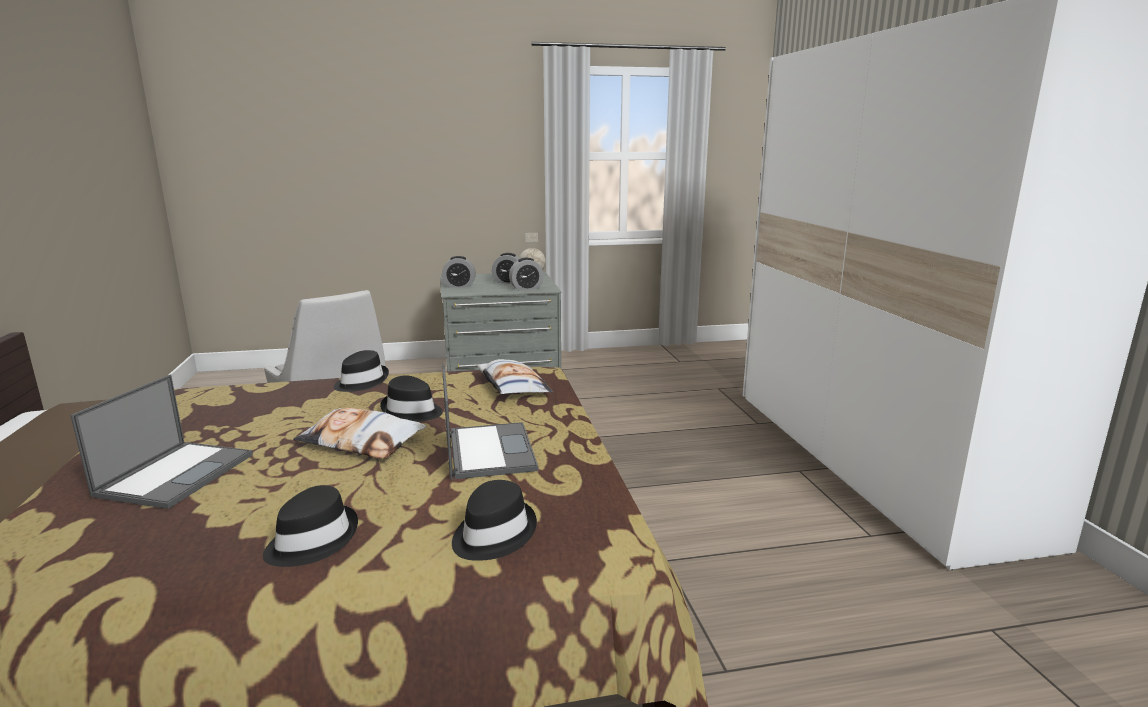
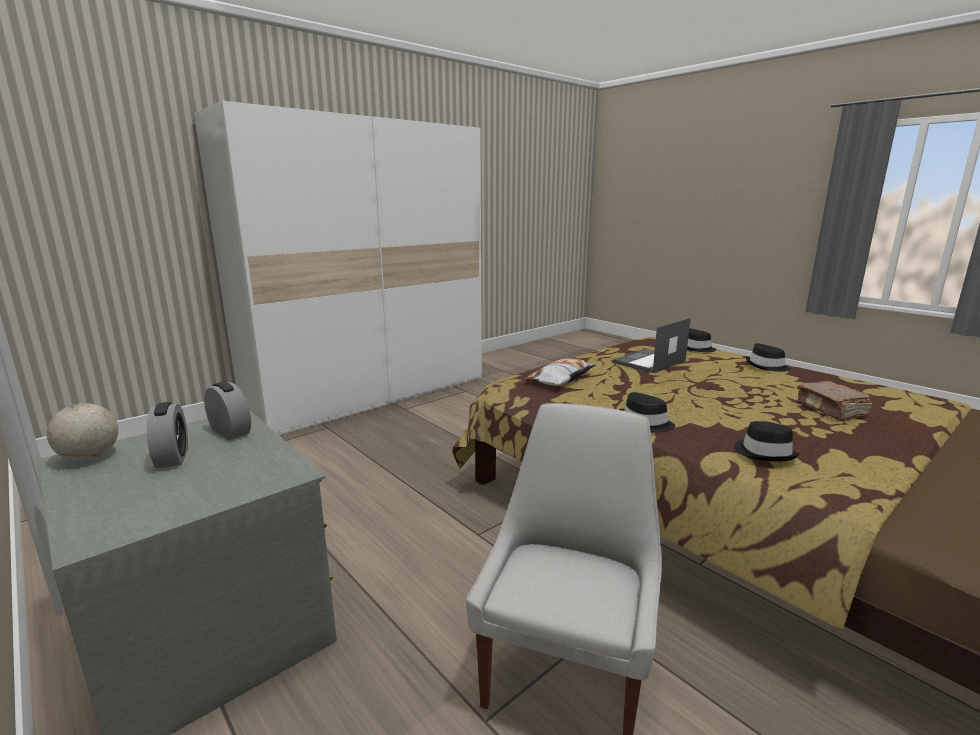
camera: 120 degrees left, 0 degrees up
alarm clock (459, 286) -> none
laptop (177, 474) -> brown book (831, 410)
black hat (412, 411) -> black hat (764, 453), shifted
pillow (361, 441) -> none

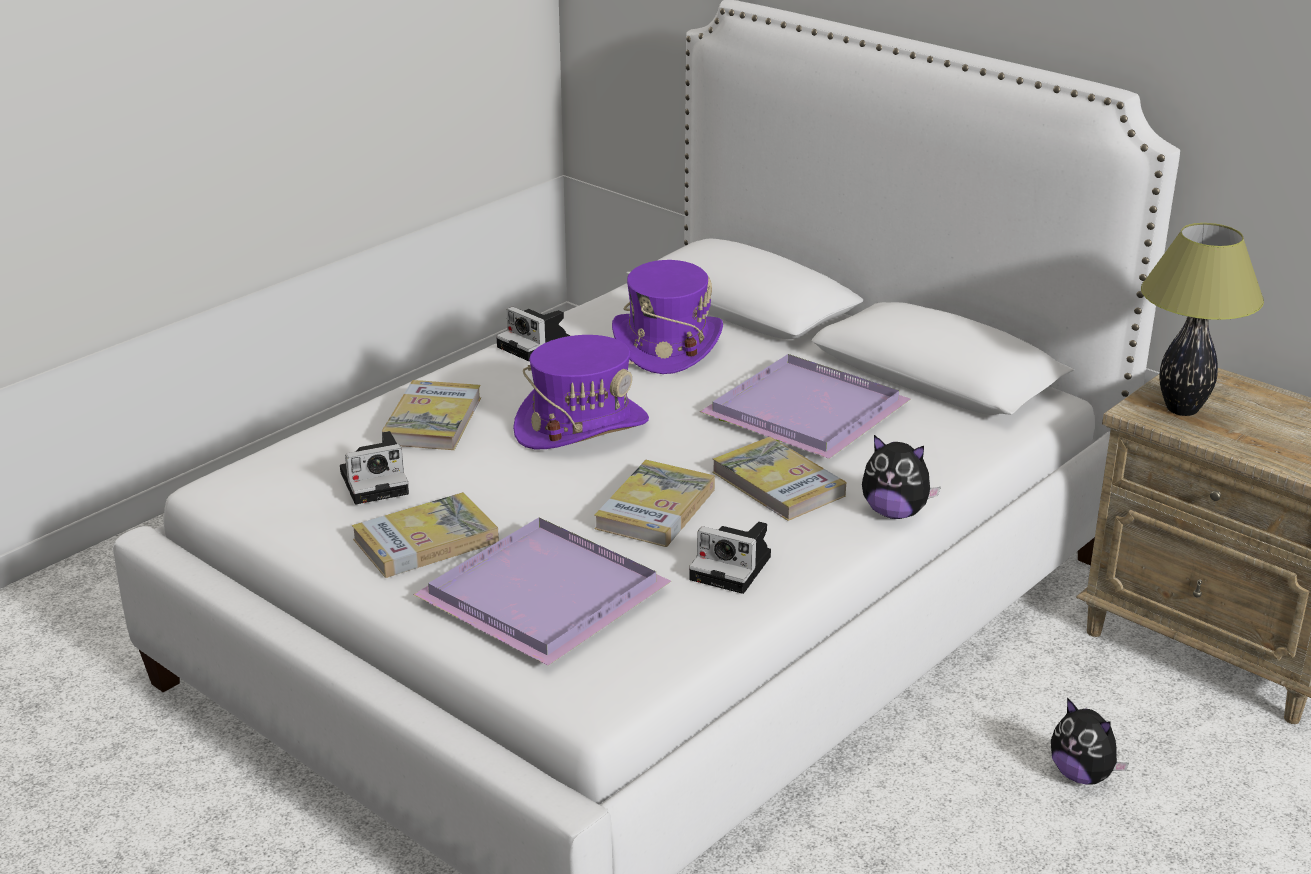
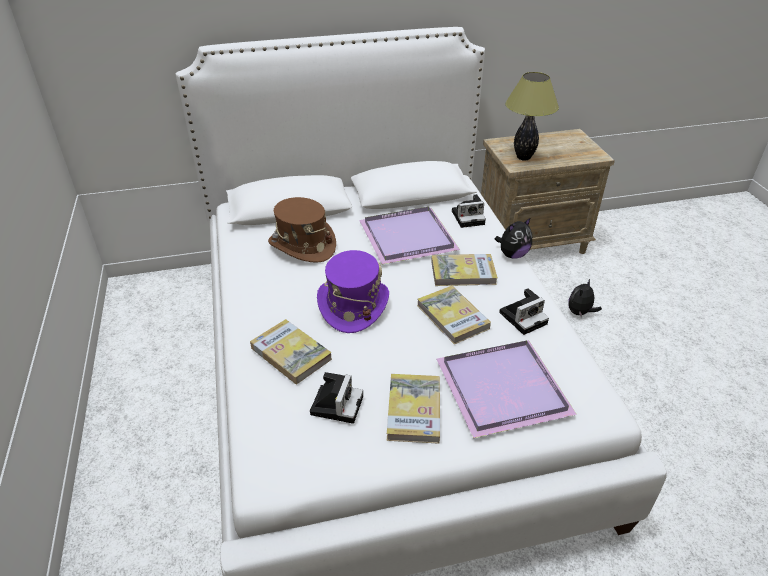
camera: 55 degrees left, 10 degrees up
purple hat (666, 345) -> brown hat (302, 246)
photo camera (536, 345) -> photo camera (469, 217), shifted
plush toy (1082, 775) -> plush toy (580, 313), 135 degrees clockwise

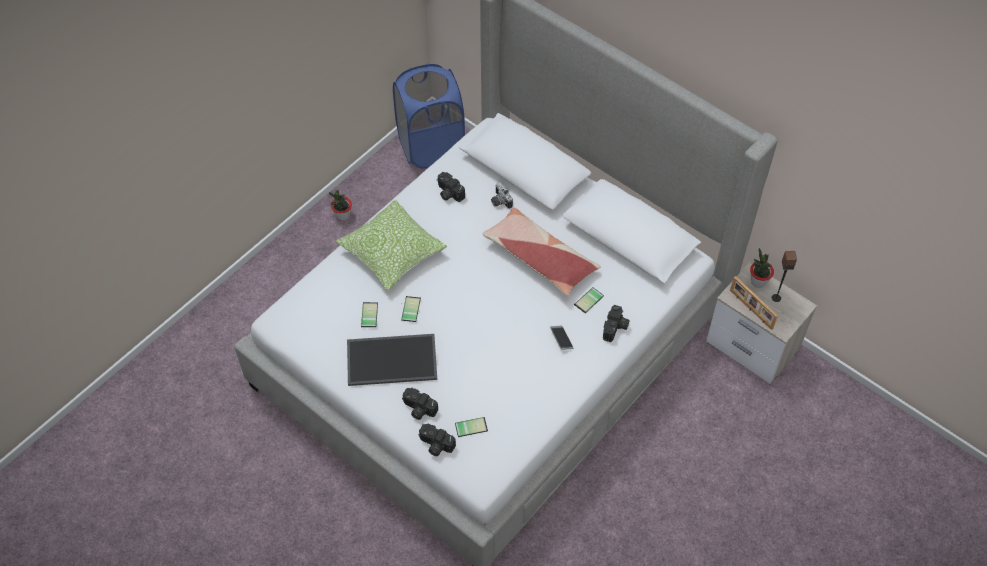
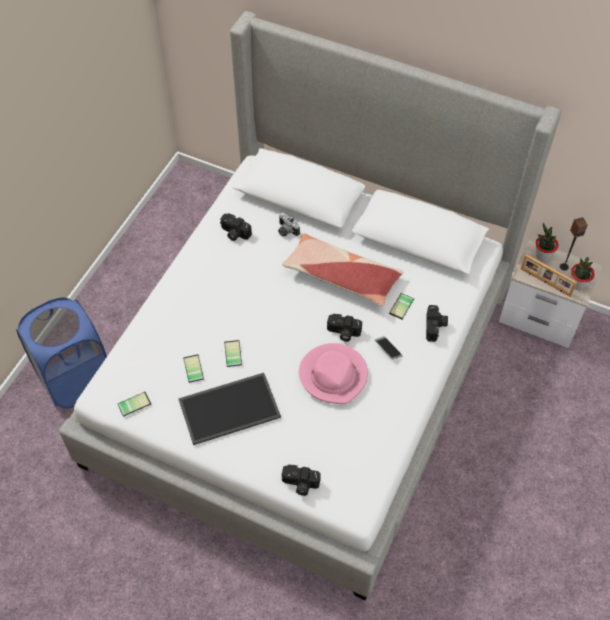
camera: 15 degrees left, 0 degrees up
blue laundry basket (431, 147) -> blue laundry basket (76, 379), shifted
potted plant (343, 215) -> potted plant (578, 284), shifted
pillow (392, 252) -> none
photo camera (418, 409) -> photo camera (343, 333), shifted
phone (471, 425) -> phone (133, 402), shifted
none -> pink hat (334, 375)

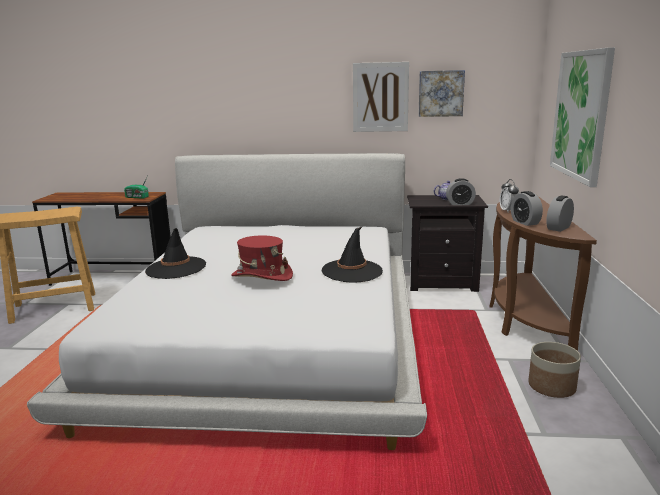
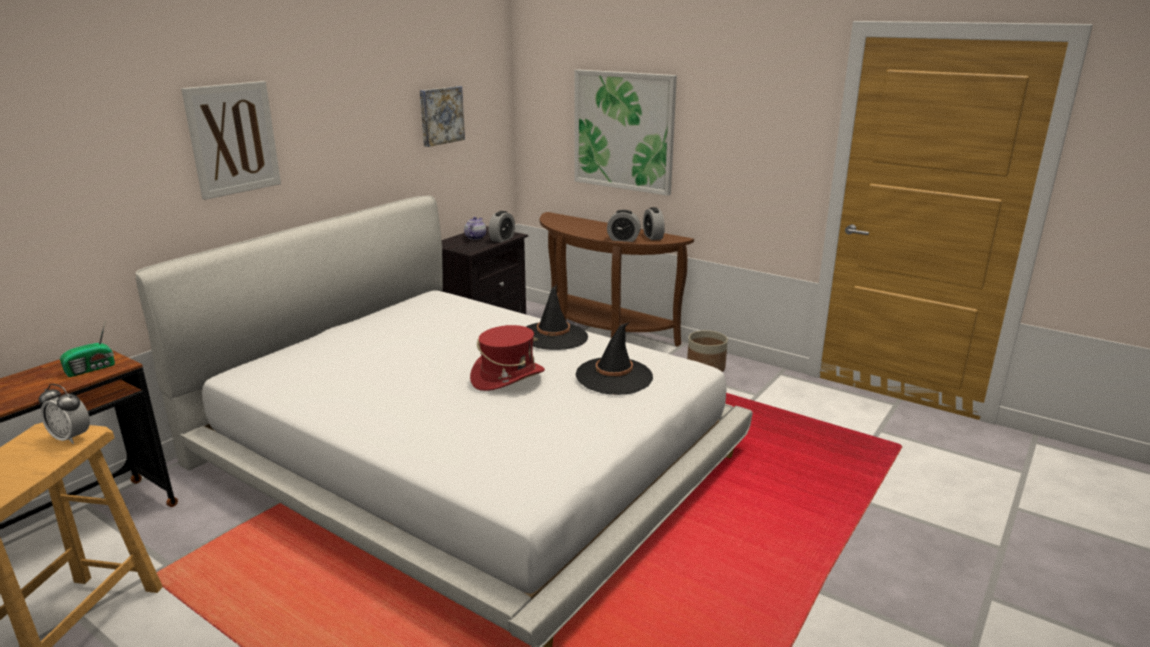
camera: 60 degrees left, 5 degrees up
picture (380, 97) -> picture (233, 139), shifted
alarm clock (508, 211) -> alarm clock (71, 438), shifted
black hat (176, 268) -> black hat (614, 376), shifted

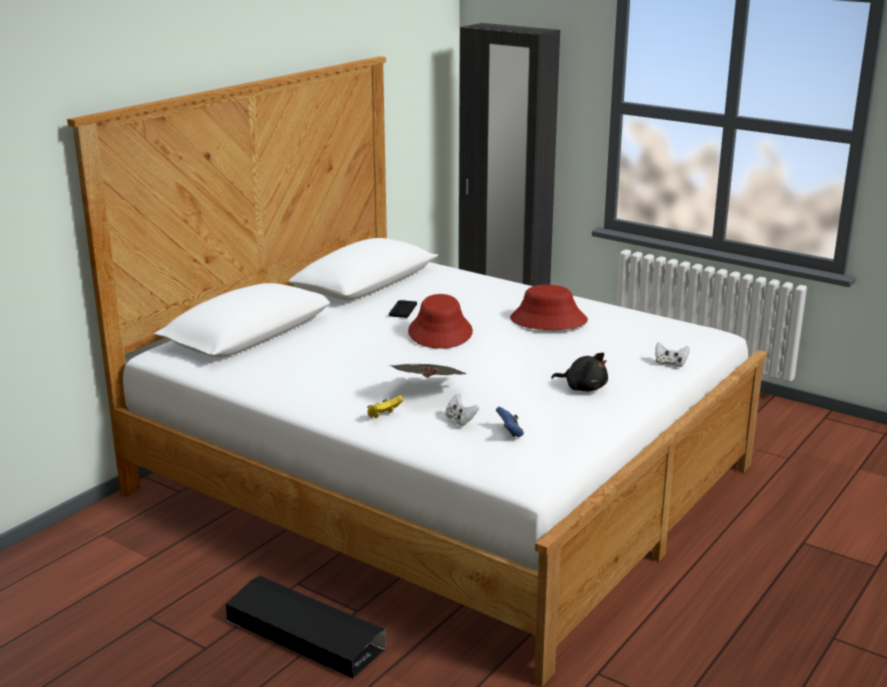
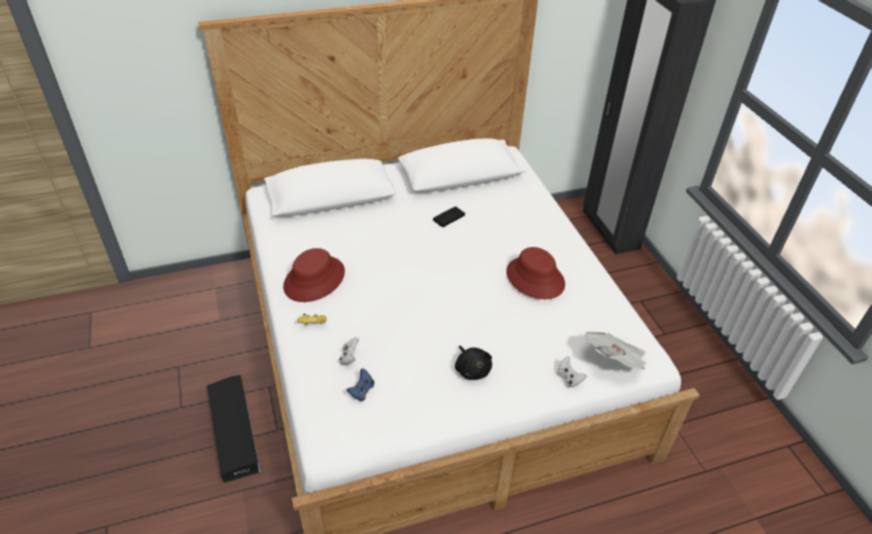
camera: 35 degrees right, 20 degrees up
red hat (440, 332) -> red hat (314, 279), shifted
newspaper (428, 389) -> newspaper (615, 360), shifted

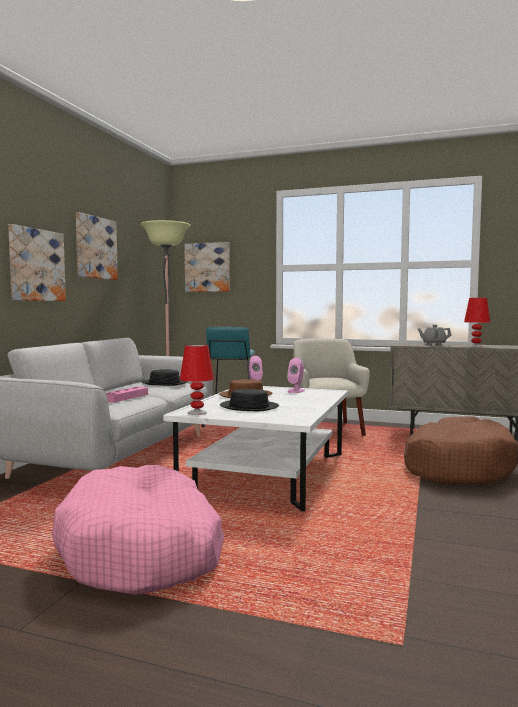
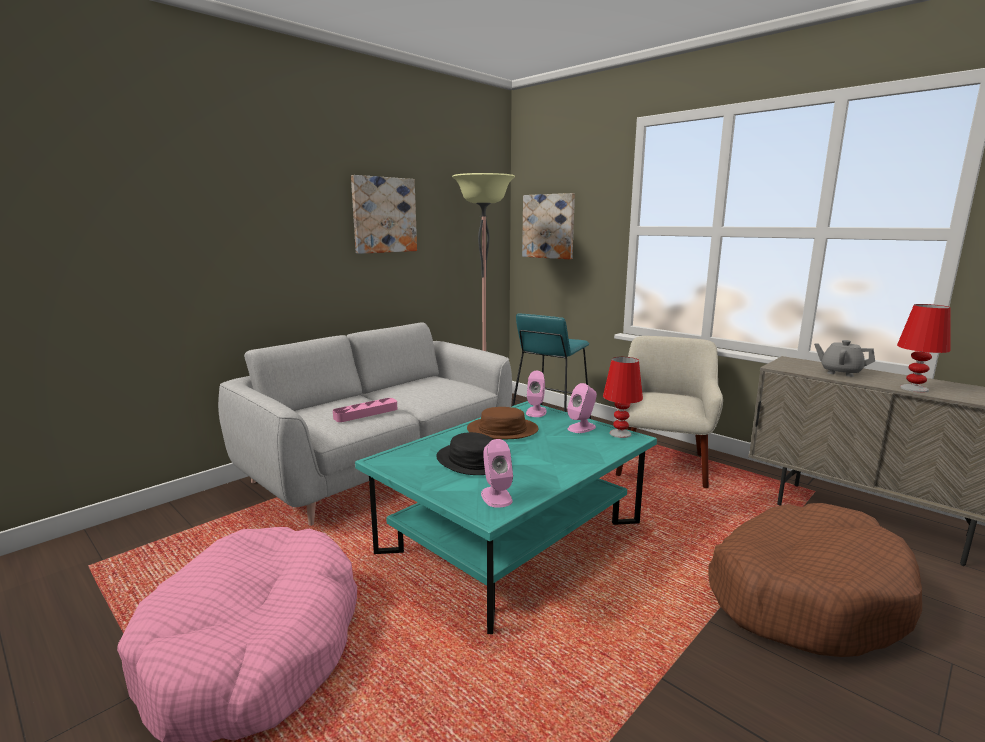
camera: 25 degrees right, 10 degrees up
picture (36, 265) -> none
red table lamp (197, 413) -> red table lamp (620, 434), shifted
black hat (164, 383) -> none
white coffee table (267, 472) -> turquoise coffee table (512, 537)
none -> pink speaker (496, 497)

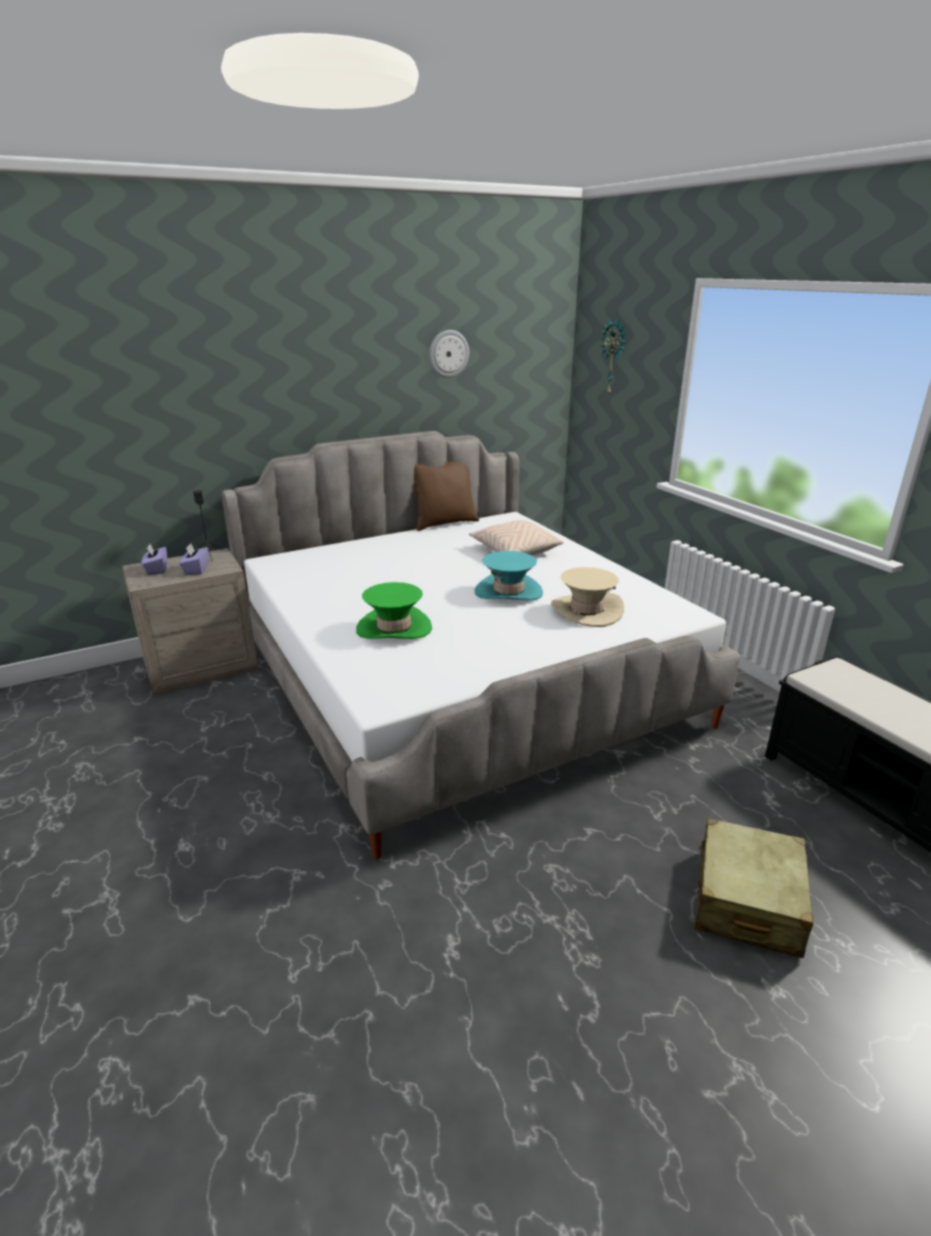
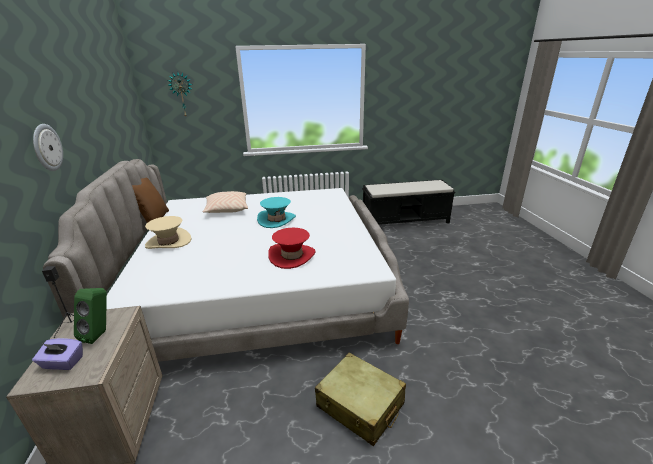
camera: 70 degrees left, 0 degrees up
wall clock (448, 353) -> wall clock (47, 147), shifted
purple tissue box (196, 569) -> green speaker (100, 334)
beige hat (586, 611) -> beige hat (168, 242), shifted
green hat (394, 628) -> red hat (292, 256)
beige suitcase (747, 901) -> beige suitcase (360, 405), shifted

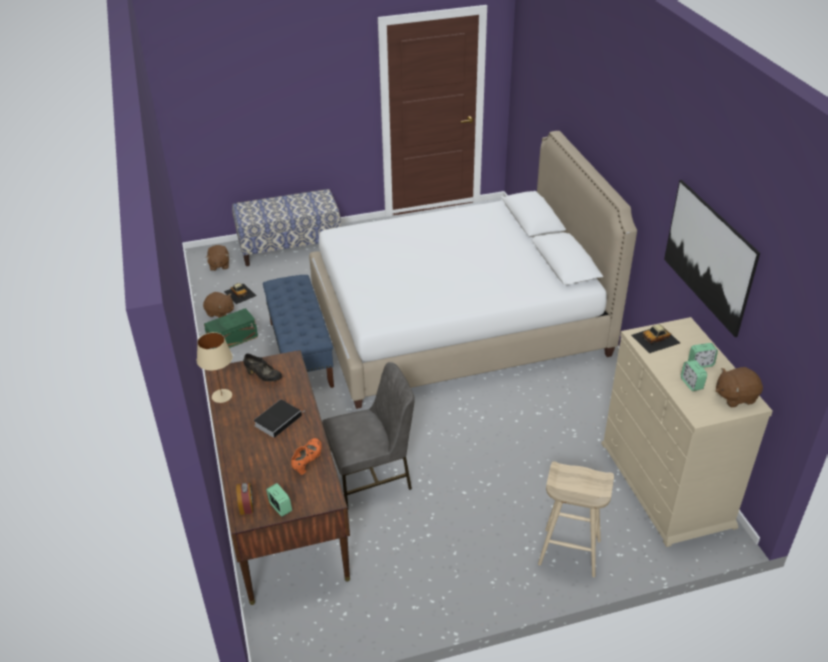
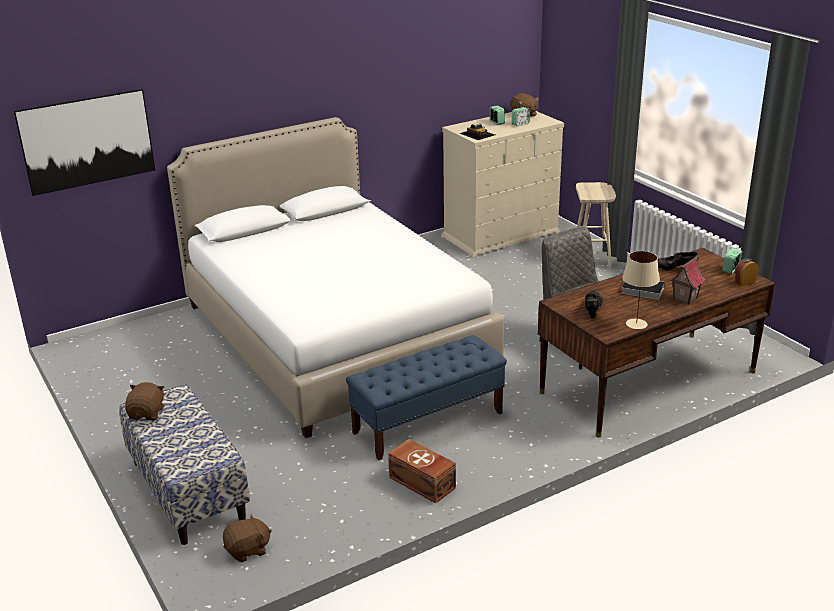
camera: 105 degrees left, 10 degrees down
picture (708, 256) -> picture (87, 141), shifted
toy car (240, 293) -> none
brown plush toy (220, 313) -> brown plush toy (147, 413), shifted
green storage box (231, 339) -> brown storage box (422, 483)
orange shoe (307, 461) -> black shoe (674, 269)
none -> toy house (684, 298)

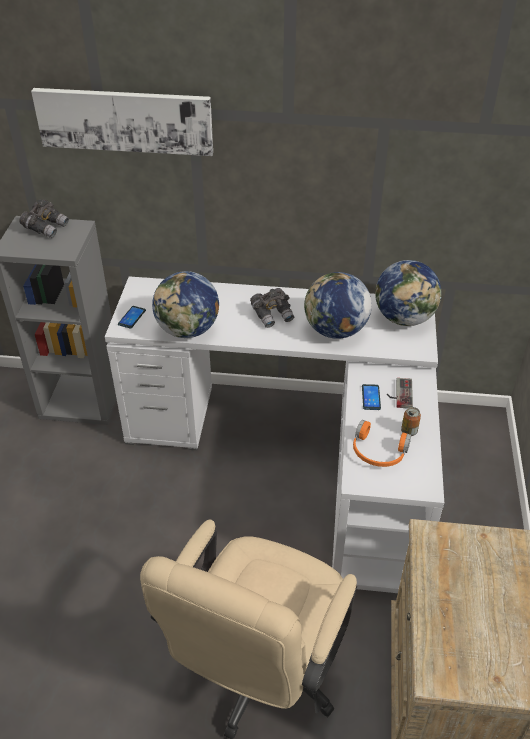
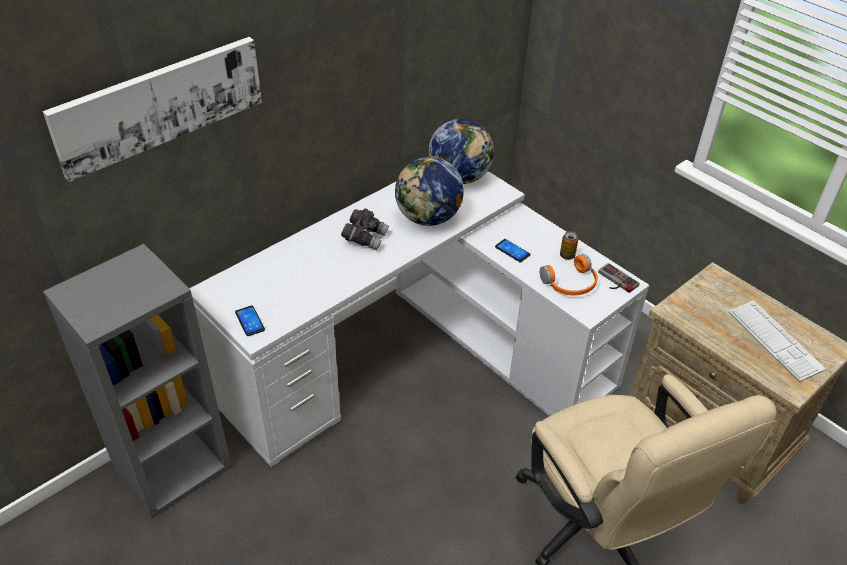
camera: 50 degrees left, 0 degrees up
grey binoculars (46, 228) -> none
globe (188, 330) -> none
game controller (399, 393) -> game controller (615, 281), shifted
none -> keyboard (774, 341)

